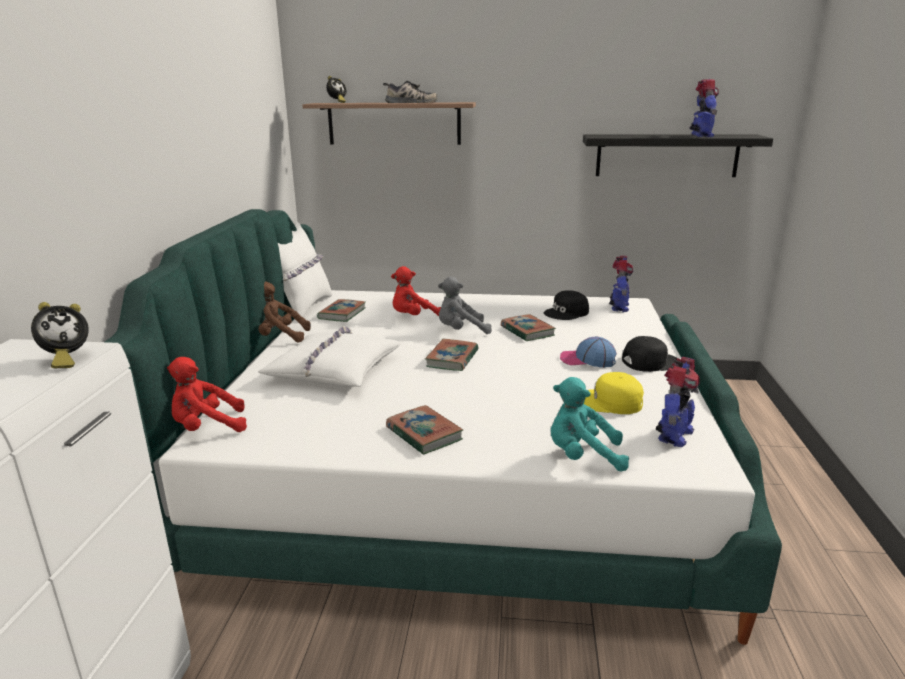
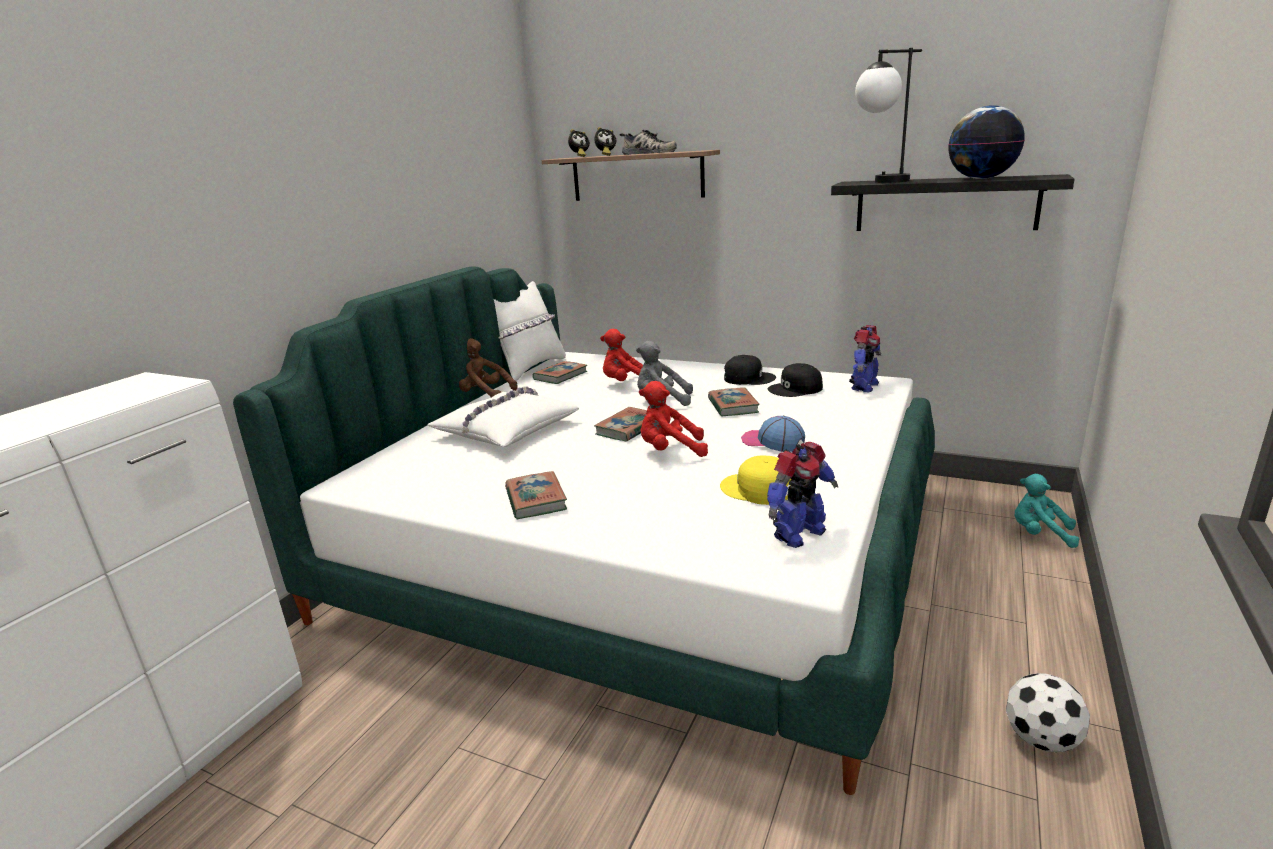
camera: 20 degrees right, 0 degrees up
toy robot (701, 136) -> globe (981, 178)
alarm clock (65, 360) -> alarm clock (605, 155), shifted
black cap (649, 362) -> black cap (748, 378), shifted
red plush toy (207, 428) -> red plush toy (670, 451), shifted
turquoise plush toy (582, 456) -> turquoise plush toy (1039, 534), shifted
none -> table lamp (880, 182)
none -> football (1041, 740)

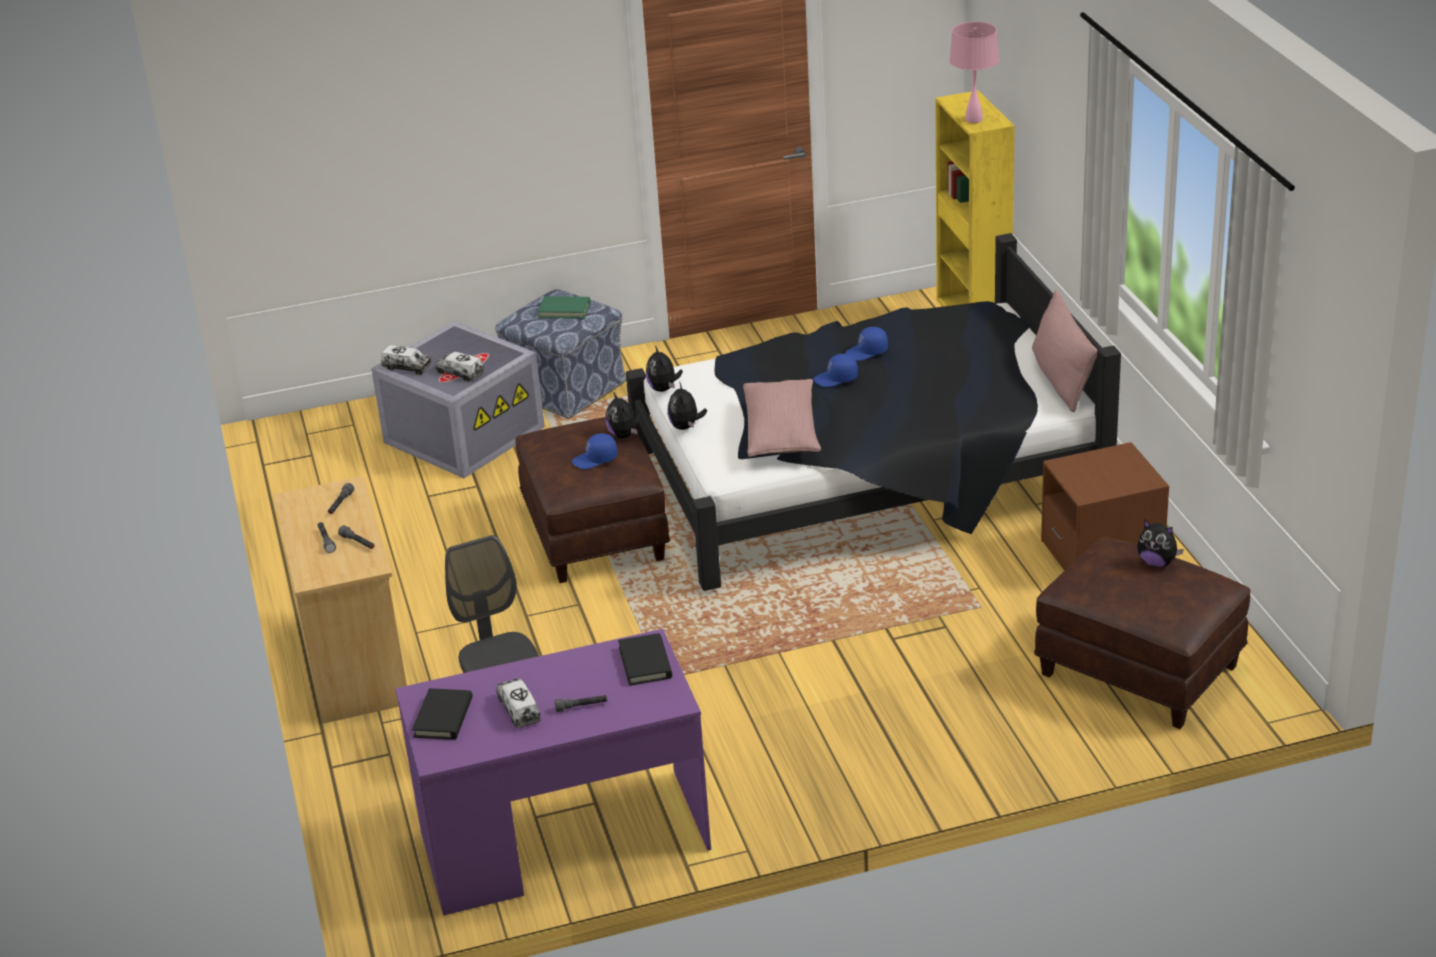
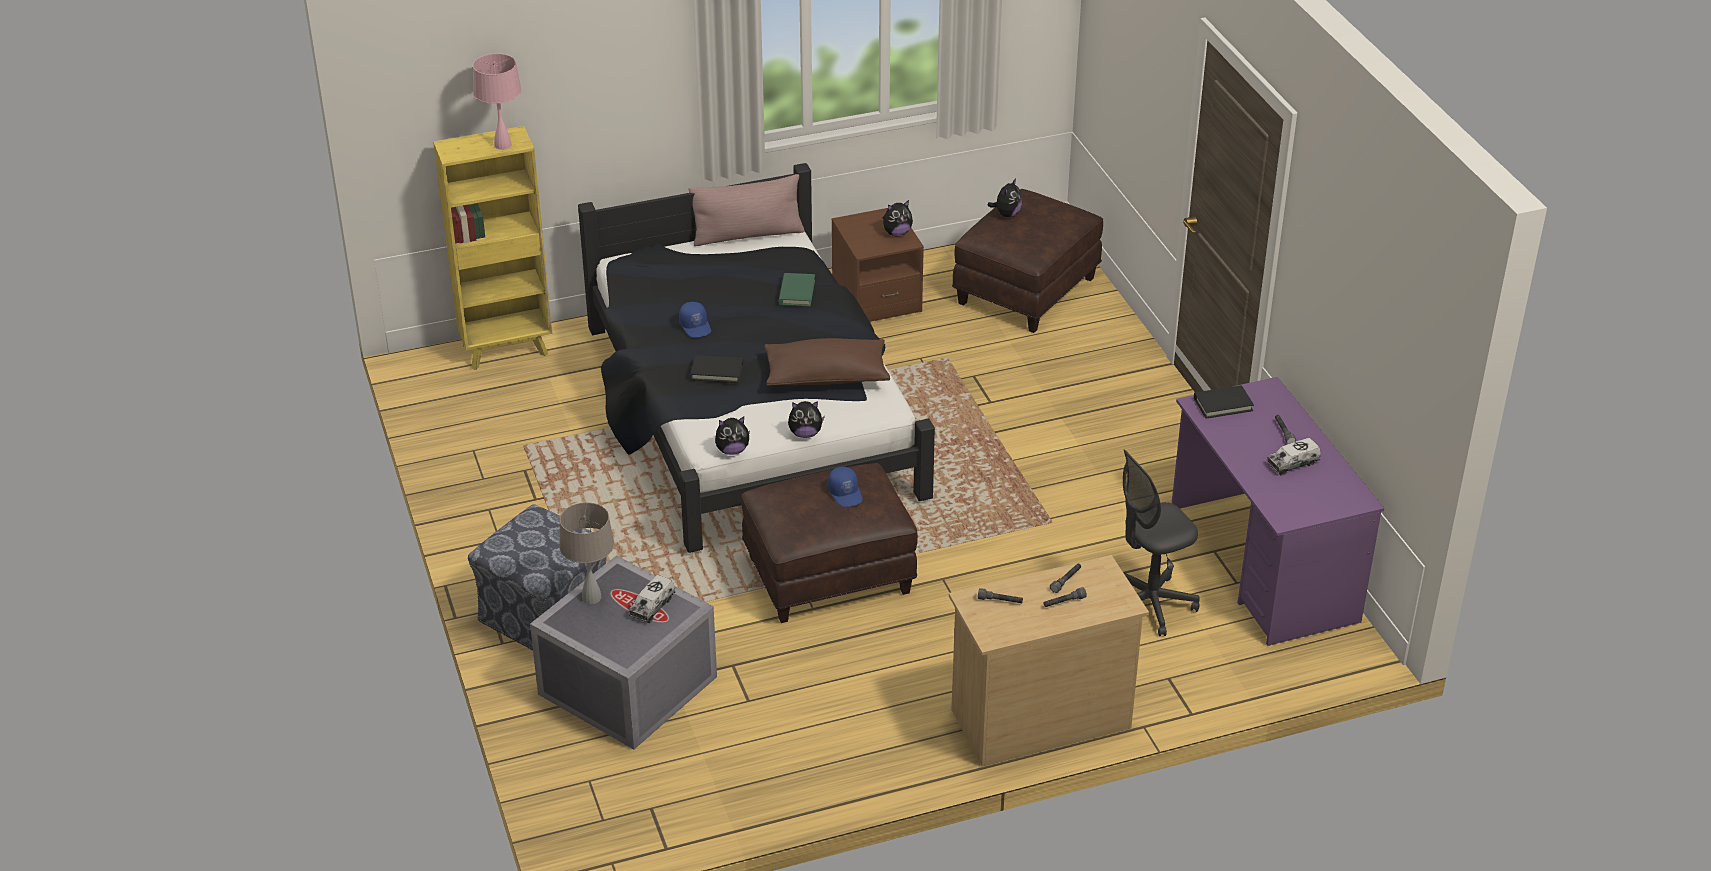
camera: 95 degrees left, 5 degrees up
green book (564, 310) -> green book (796, 292), shifted
toy truck (407, 367) -> none
blue cap (836, 379) -> none
pink pillow (781, 434) -> brown pillow (826, 377)
plush toy (624, 435) -> plush toy (897, 233), shifted
black book (443, 718) -> black book (717, 371), shifted
none -> beige table lamp (591, 598)

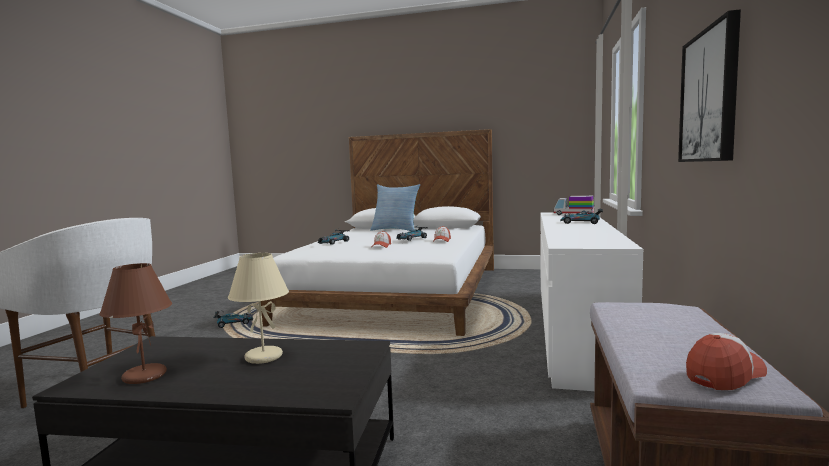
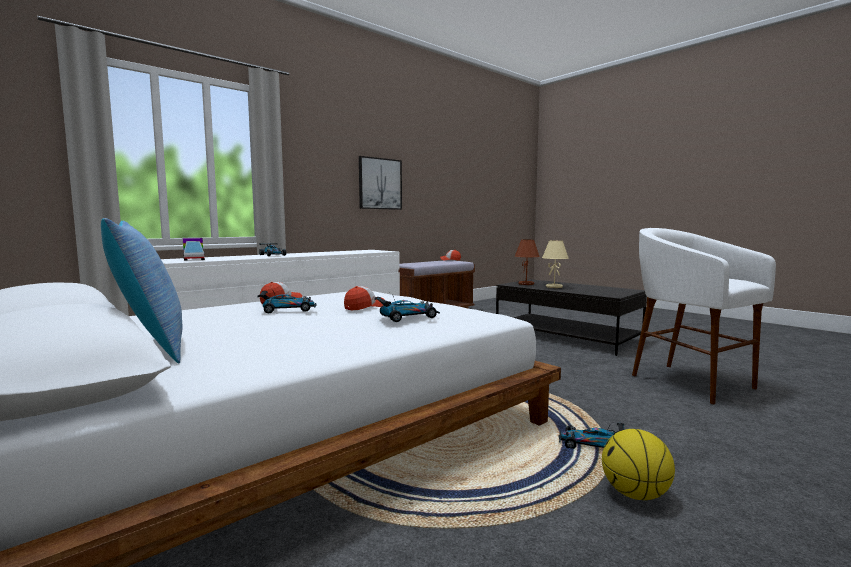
camera: 145 degrees left, 0 degrees up
brown table lamp (144, 376) -> brown table lamp (526, 284), shifted
none -> basketball (635, 494)

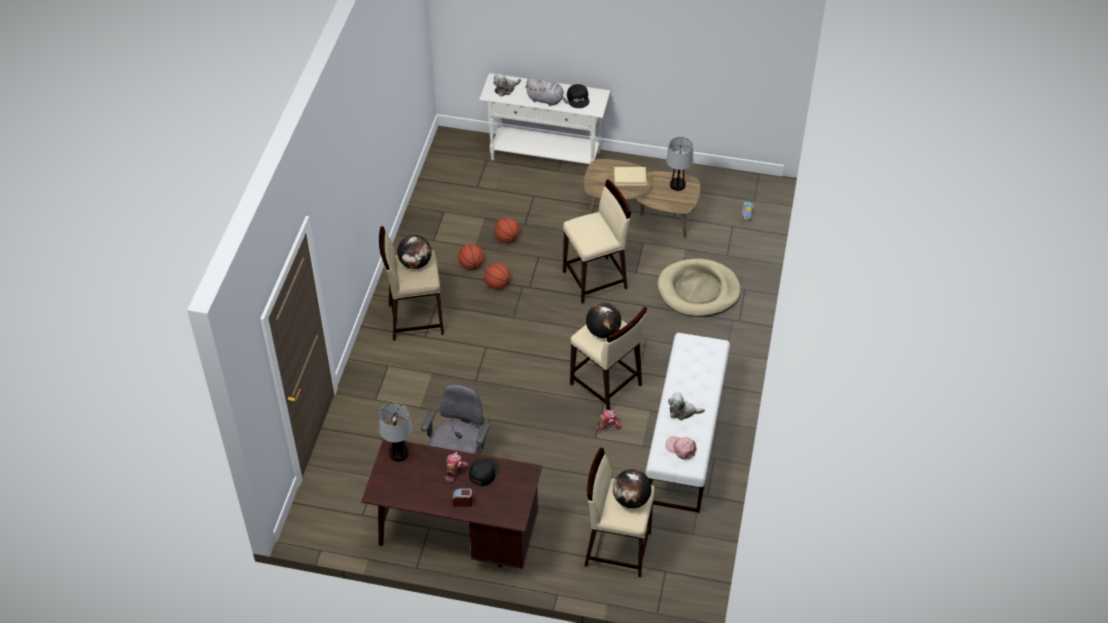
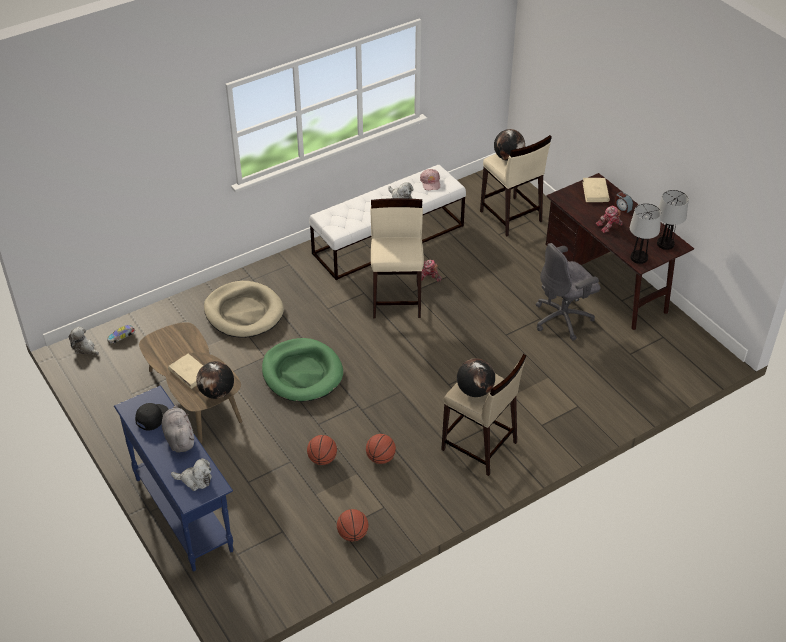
camera: 135 degrees left, 5 degrees down
white console table (545, 156) -> blue console table (183, 513)
table lamp (677, 185) -> table lamp (665, 244), shifted
beige stool (595, 280) -> green dog bed (302, 373)
basketball (497, 285) -> basketball (353, 534), shifted
globe (603, 331) -> globe (217, 393), shifted
black cap (483, 472) -> none
none -> beige book (595, 192)
none -> plush toy (84, 348)

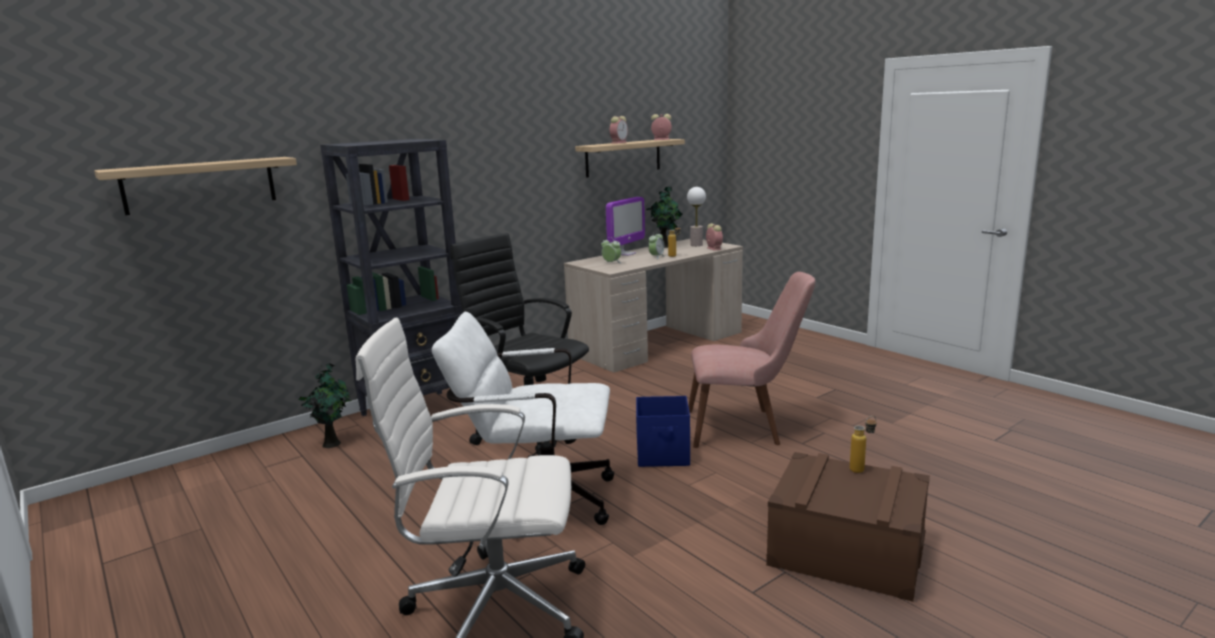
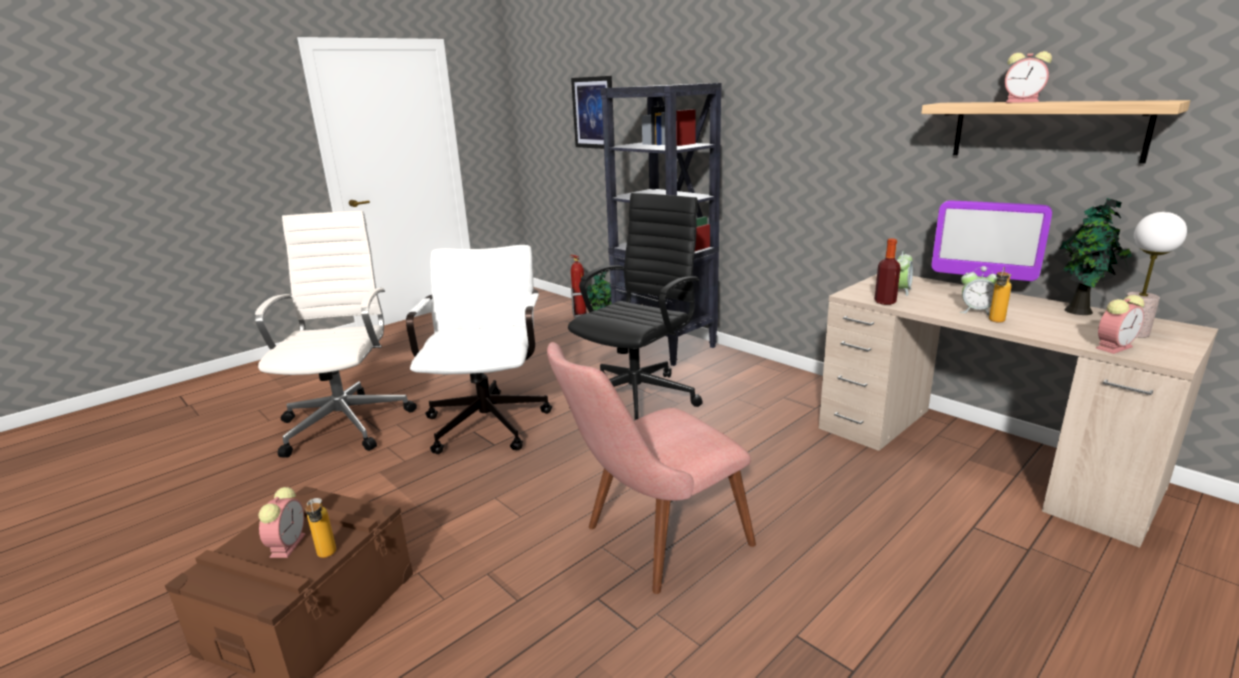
camera: 85 degrees right, 5 degrees up
alarm clock (660, 139) -> alarm clock (288, 544), shifted
shelf (200, 185) -> picture (593, 113)
pink chair (746, 427) -> pink chair (651, 543), 60 degrees clockwise
blue storage box (664, 455) -> none
none -> bottle (885, 302)
none -> fire extinguisher (580, 315)

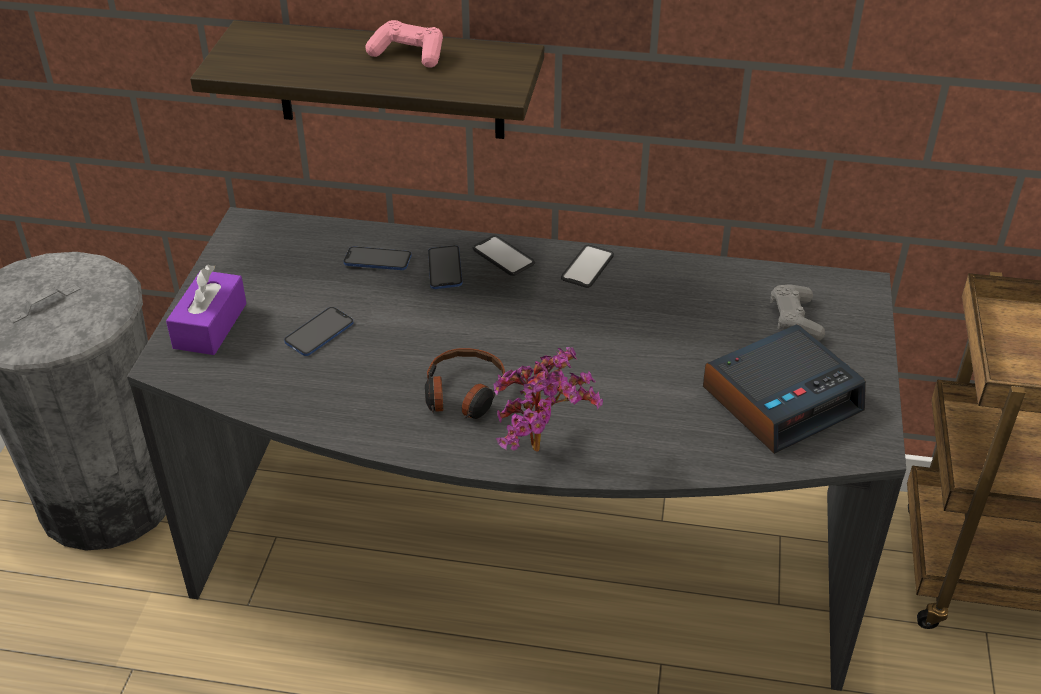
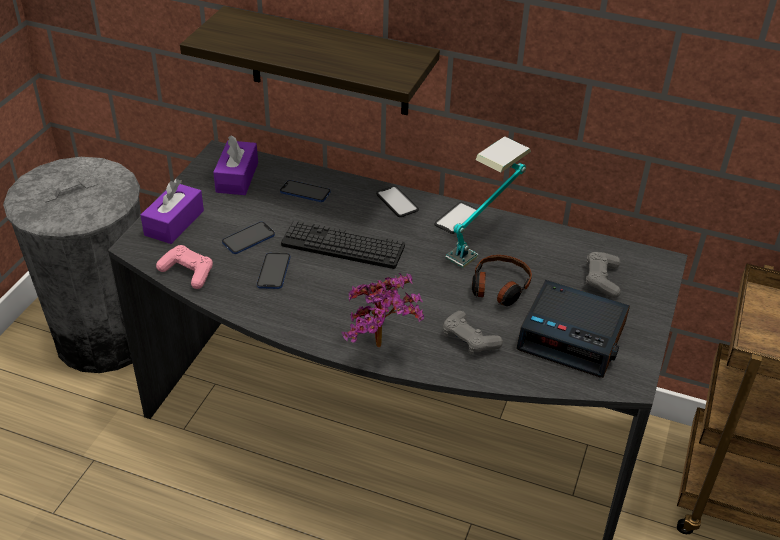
camera: 10 degrees right, 0 degrees up
pink game controller (408, 54) -> pink game controller (188, 272), shifted
phone (445, 269) -> phone (273, 272), shifted
alarm clock (782, 399) -> alarm clock (573, 337), 45 degrees clockwise
headphones (463, 395) -> headphones (499, 288), shifted
none -> purple tissue box (237, 177)
none -> table lamp (484, 240)
none -> keyboard (343, 245)
none -> grey game controller (469, 340)

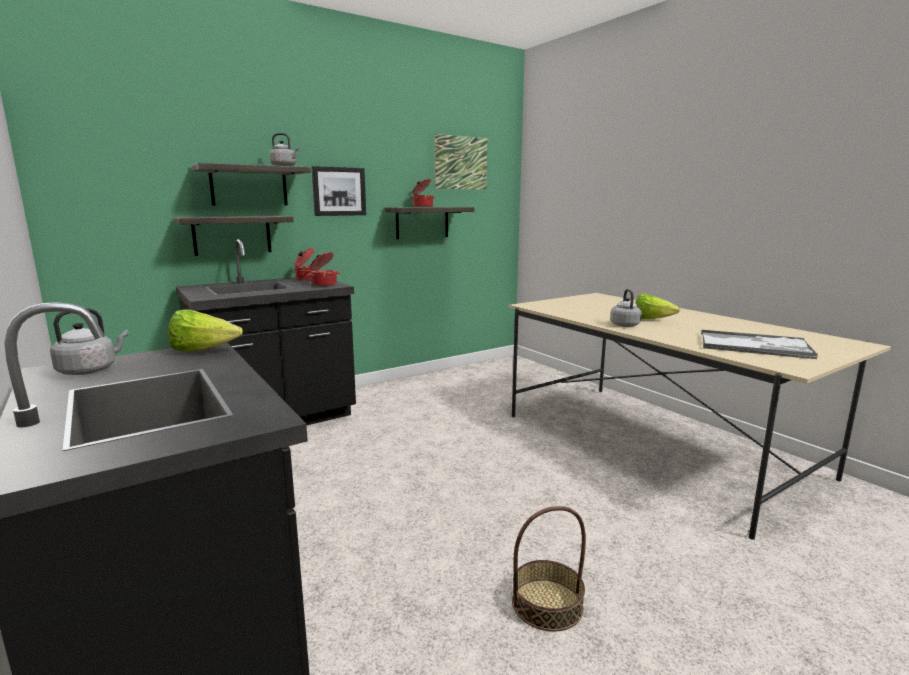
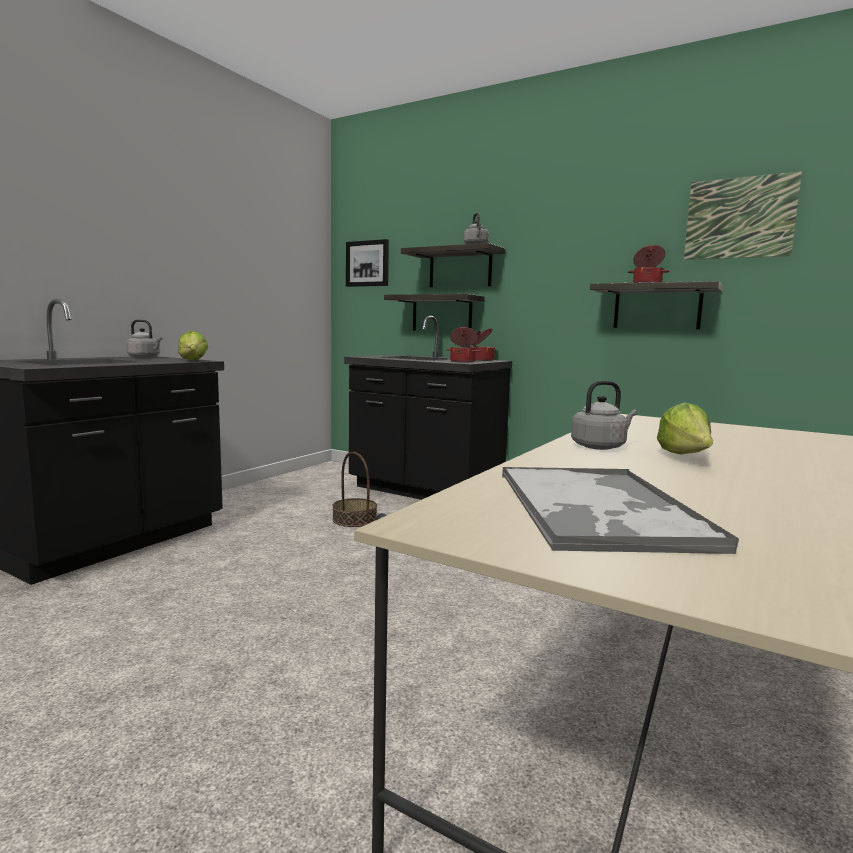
camera: 65 degrees right, 5 degrees down
picture (339, 191) -> picture (367, 263), shifted
basket (547, 604) -> basket (354, 519), shifted

